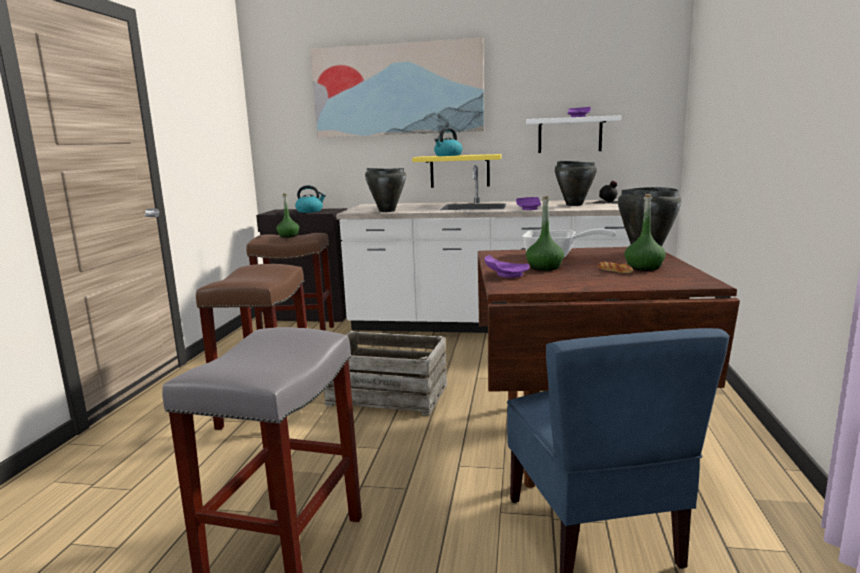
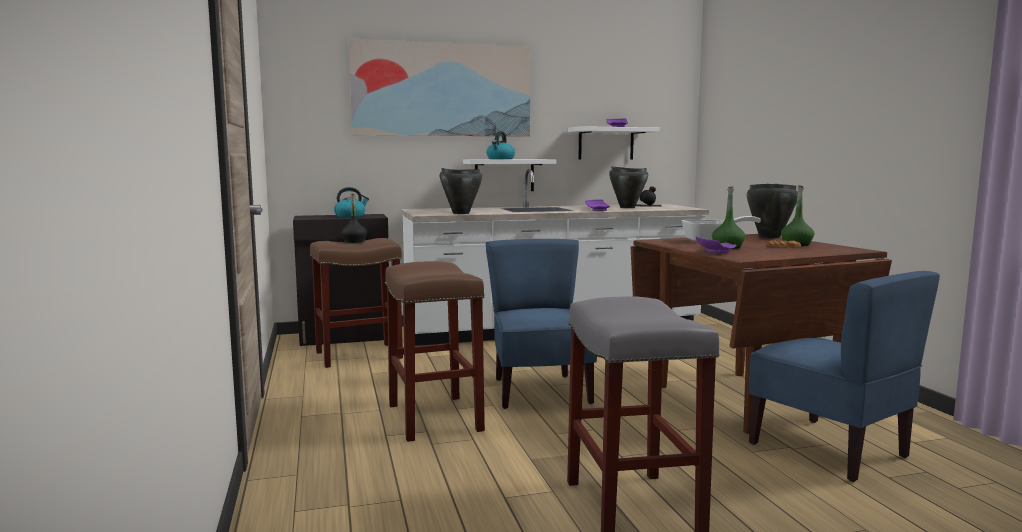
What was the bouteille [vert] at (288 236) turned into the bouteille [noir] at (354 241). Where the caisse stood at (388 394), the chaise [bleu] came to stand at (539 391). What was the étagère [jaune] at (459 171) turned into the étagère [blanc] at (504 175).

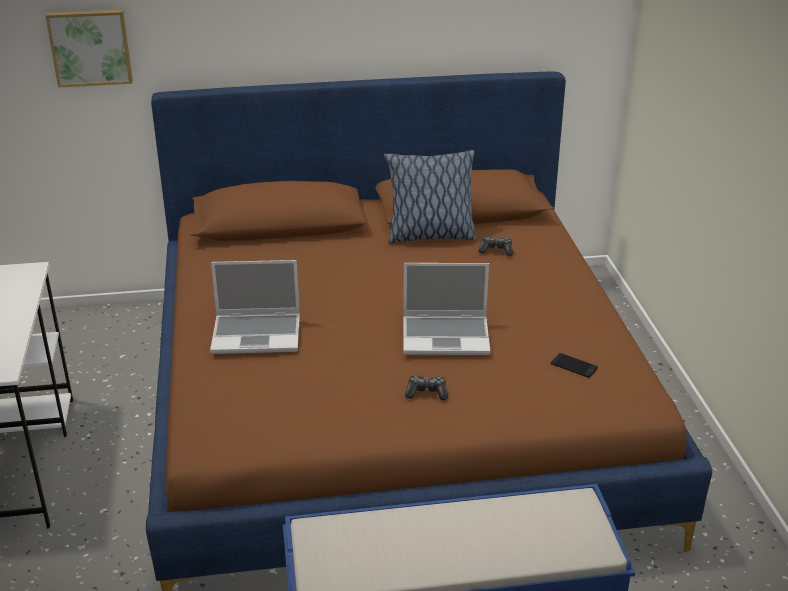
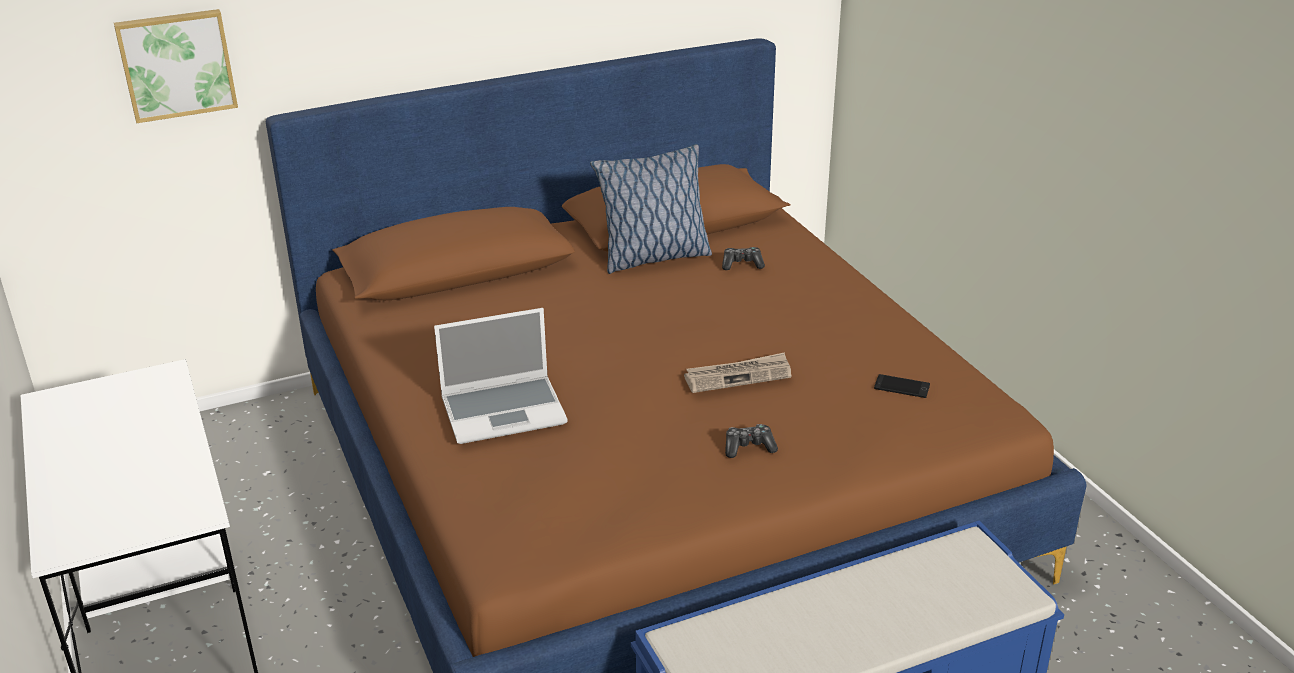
Where the ordinateur portable stood at (446 336), the journal came to stand at (738 376).

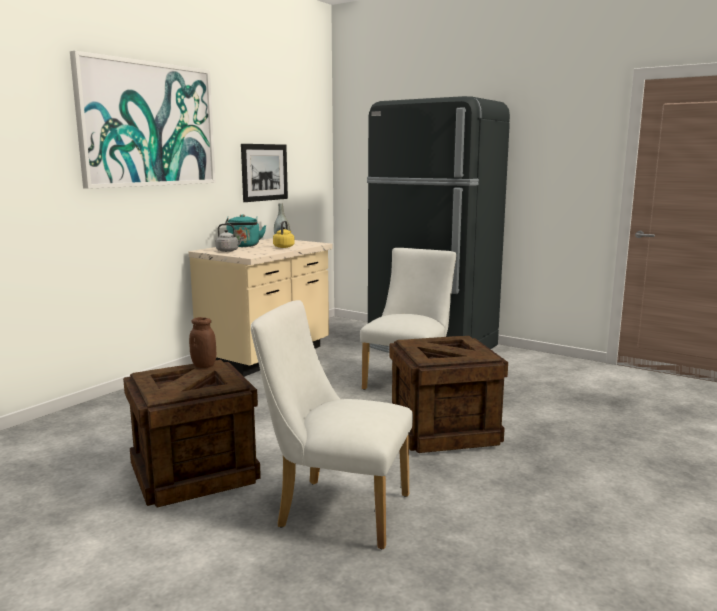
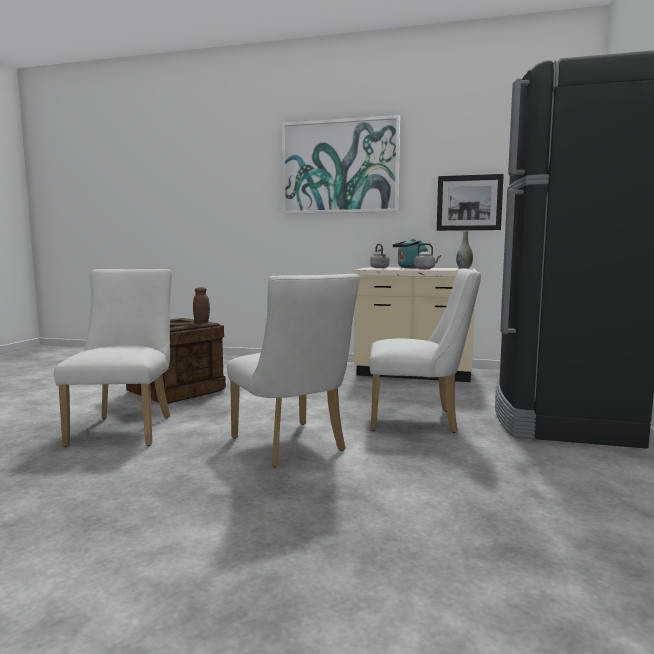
What was the bouilloire [jaune] at (284 247) turned into the bouilloire [gris] at (425 269). Where the caisse stood at (445 432), the chaise [blanc] came to stand at (292 447).

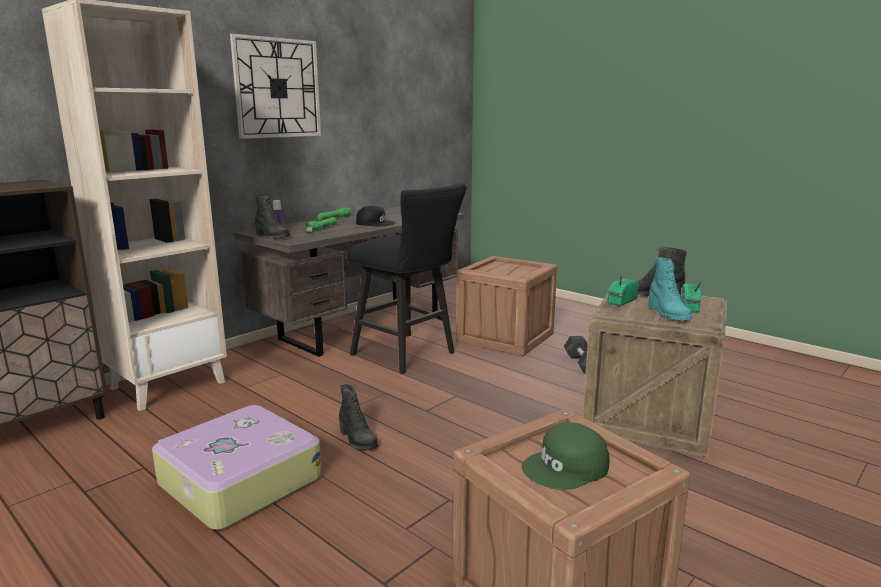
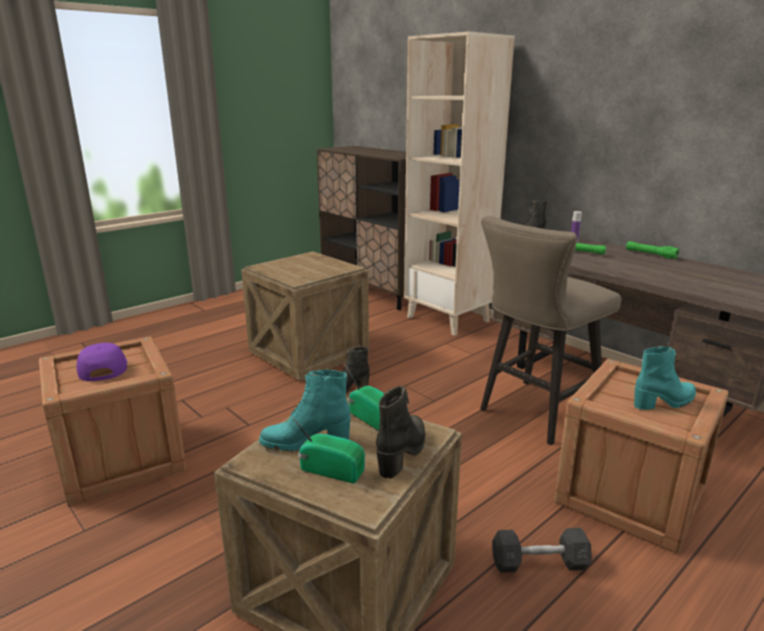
Where the valise stood at (238 481), the caisse came to stand at (307 353). The second view lost the horloge murale at (277 88). What was the tabouret [noir] at (408 355) turned into the tabouret [beige] at (534 414). The second view lost the casquette [noir] at (375 223). What was the casquette [vert] at (566 467) turned into the casquette [violet] at (102 368). The second view gained the botte [turquoise] at (664 402).

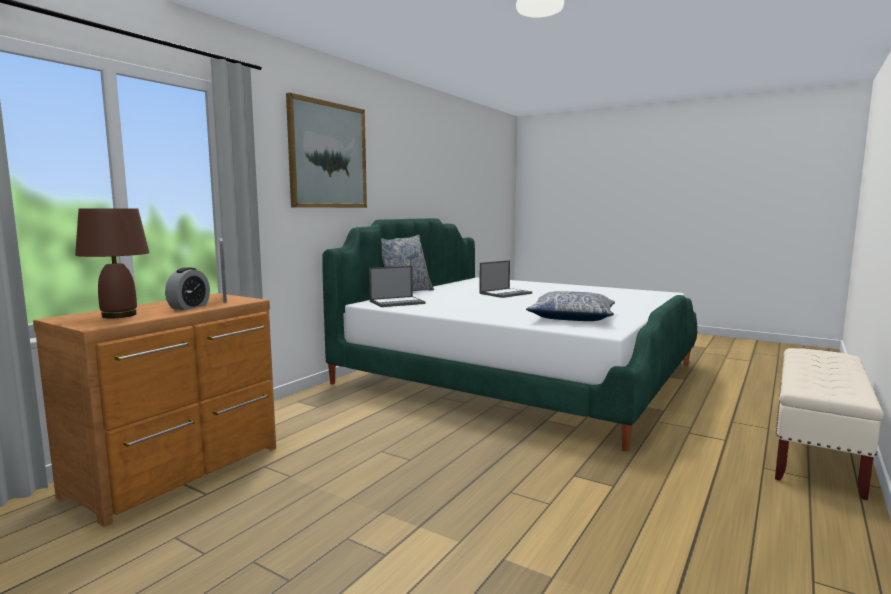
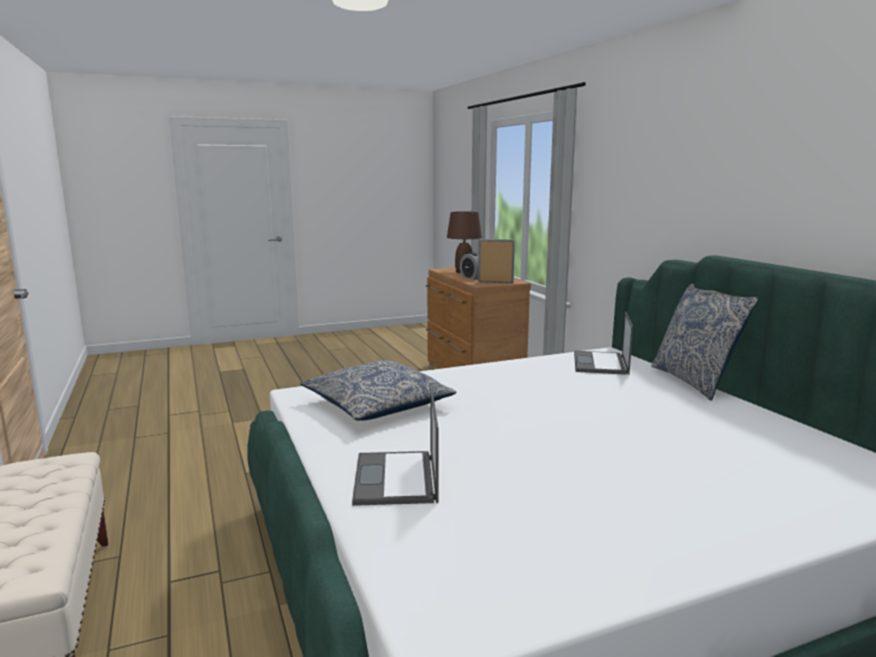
The second view lost the tableau at (328 155). The ordinateur portable ended up elsewhere, having gone from (506 293) to (396 479).

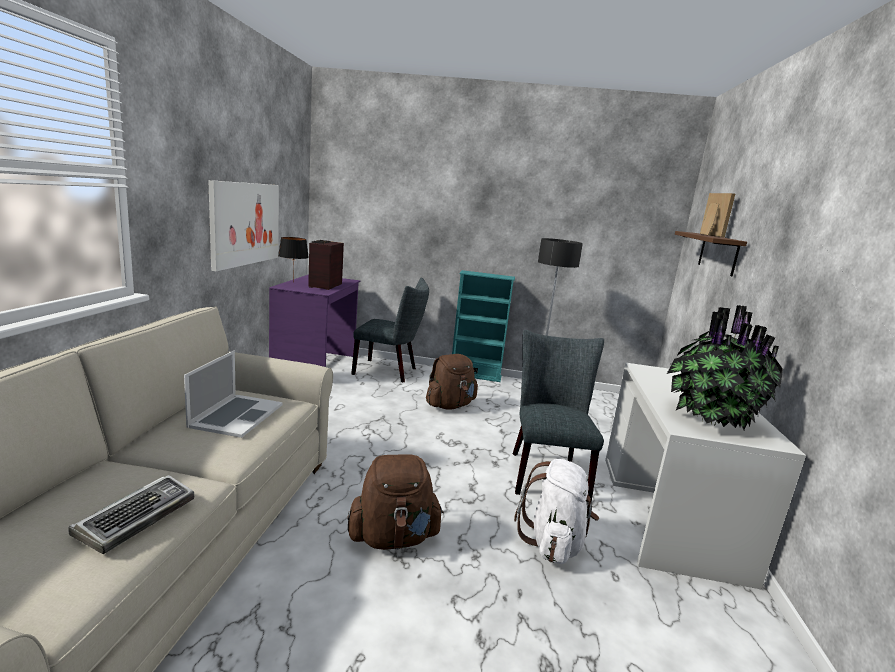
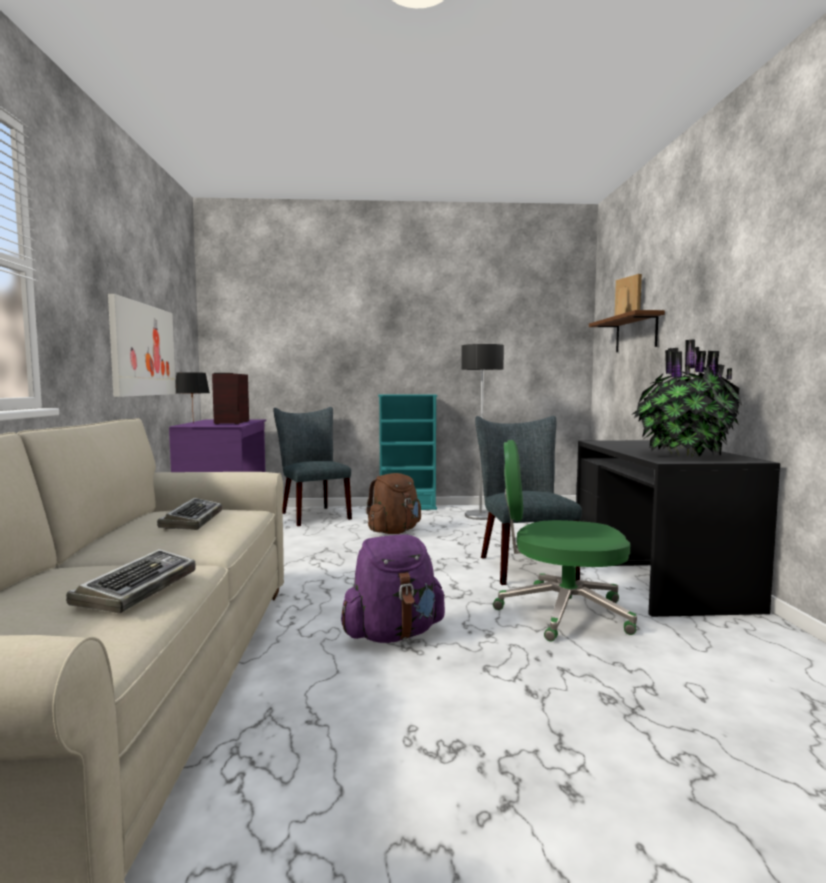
Where the ordinateur portable stood at (236 415), the clavier came to stand at (192 520). What was the sac à dos [marron] at (393 538) turned into the sac à dos [violet] at (393 634). The chaise [gris] at (389 371) ended up facing another way, 120 degrees counterclockwise from before. Where the sac à dos [blanc] stood at (554 542), the chaise de bureau [vert] came to stand at (561 613). What was the bureau [blanc] at (669 513) turned into the bureau [noir] at (656 577).

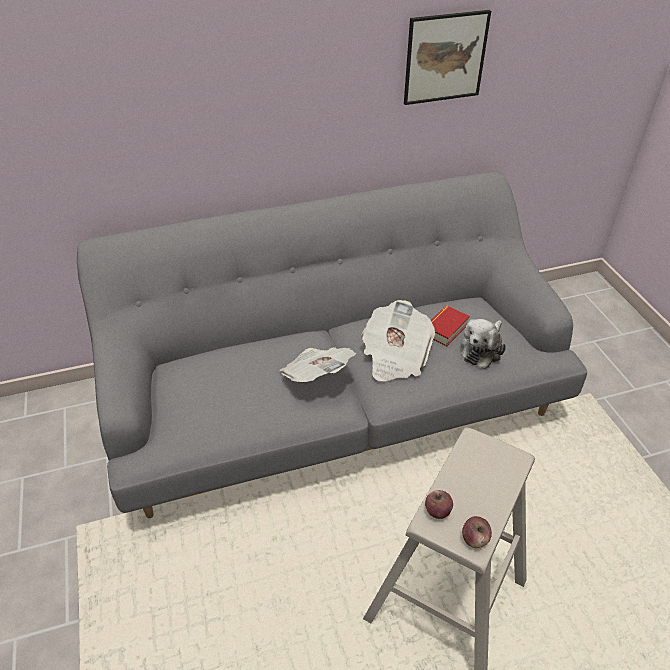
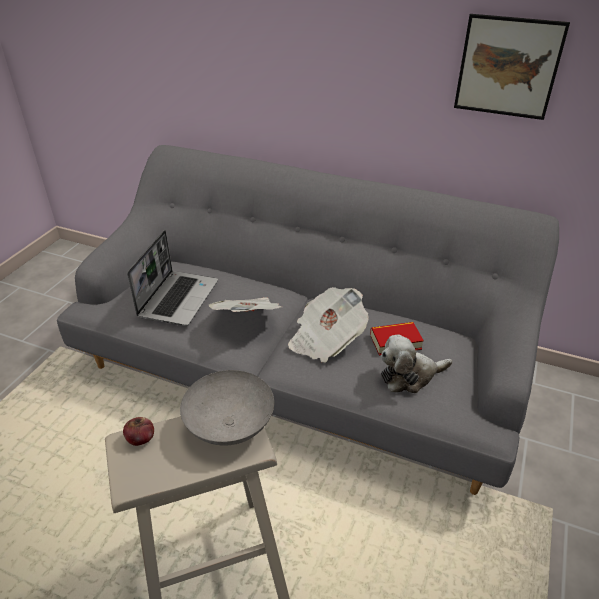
The second view lost the pomme at (474 539). The second view gained the ordinateur portable at (178 298). The second view gained the bol [gris] at (229 427).

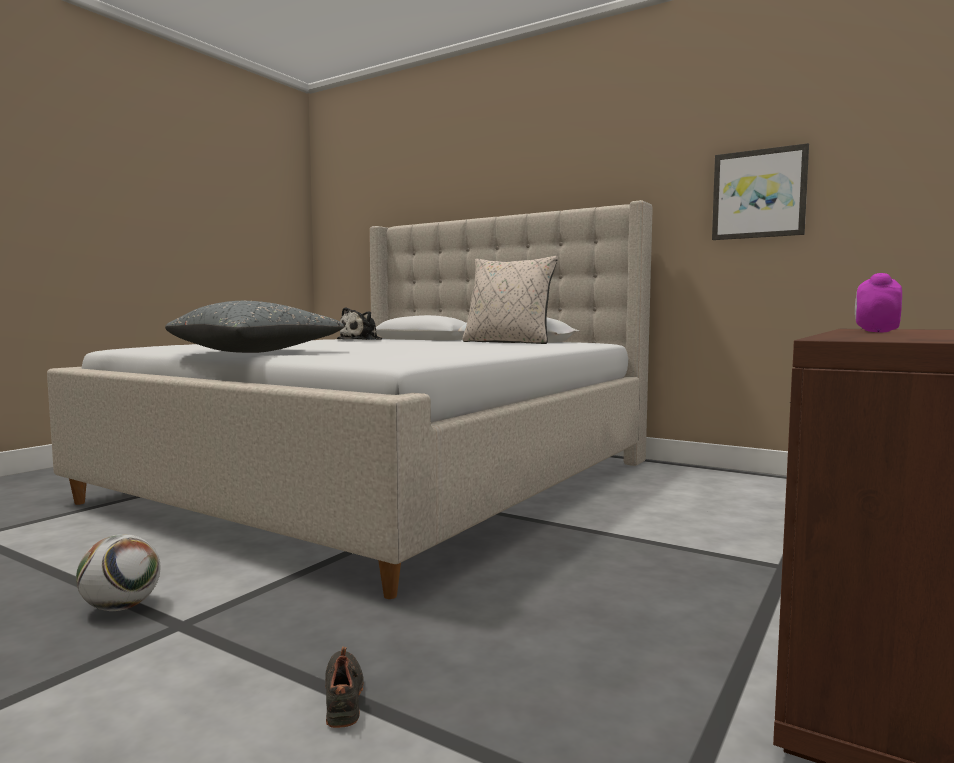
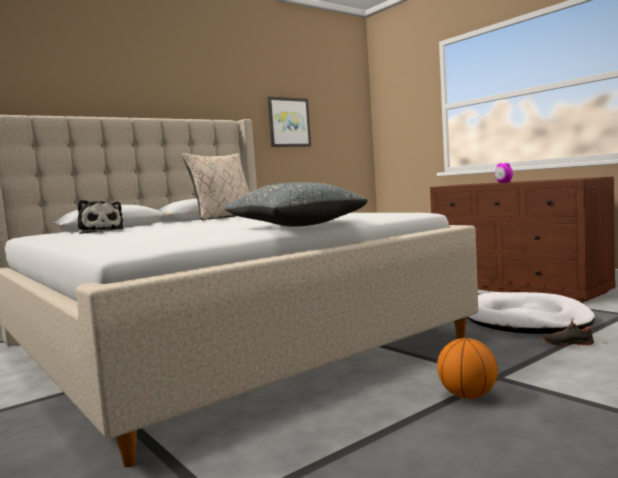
Where the ballon de foot stood at (121 607), the ballon de basket came to stand at (467 396). The second view gained the panier pour chien [blanc] at (525 319).

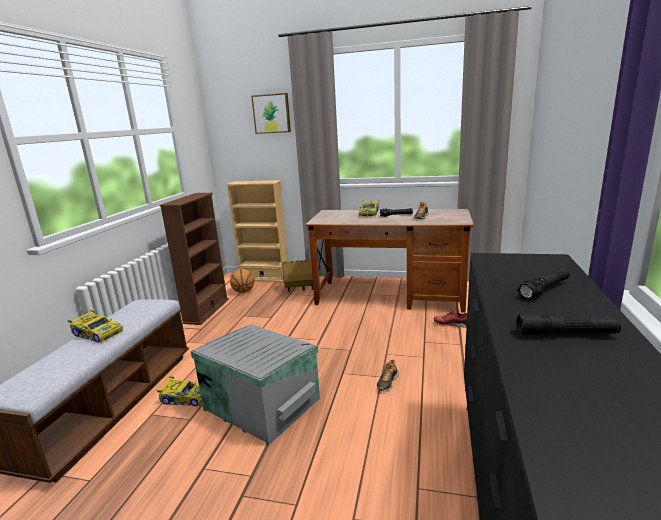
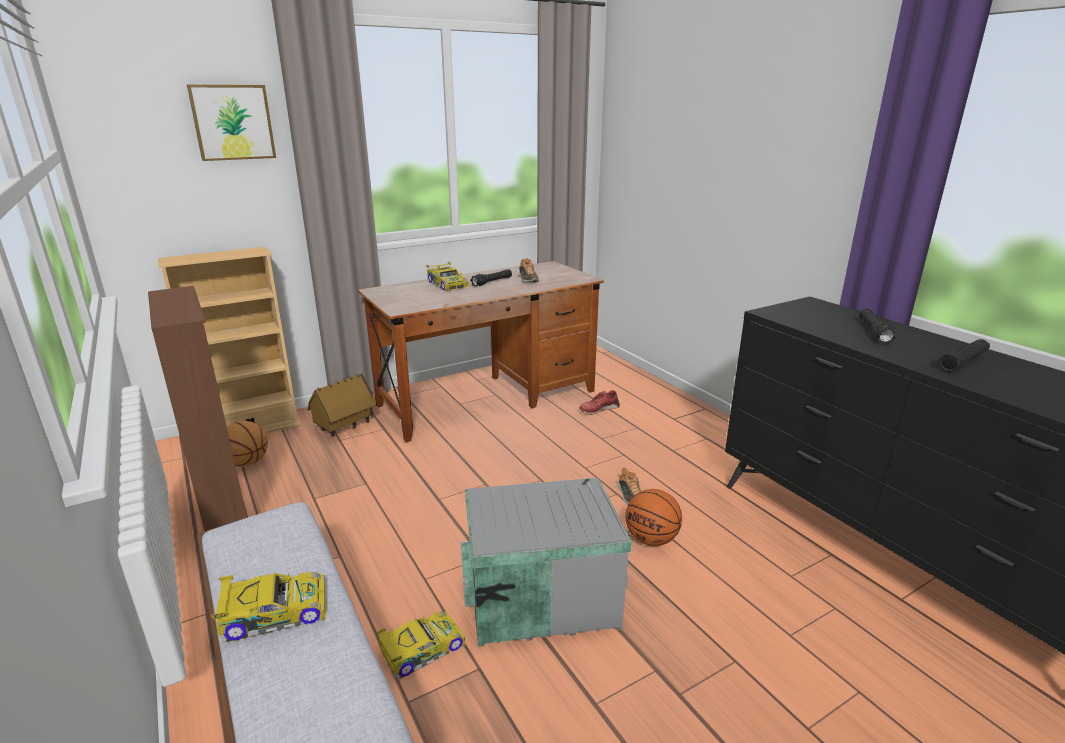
The second view gained the ballon de basket at (651 539).

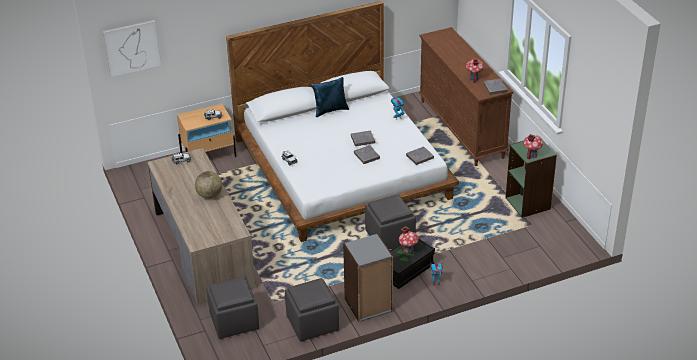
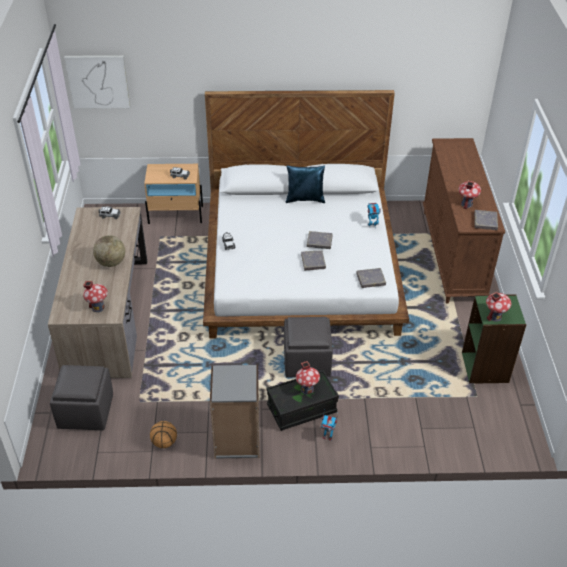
Where the pouf [gris] stood at (312 323), the ballon de basket came to stand at (164 442). The second view gained the maison miniature at (98 307).

